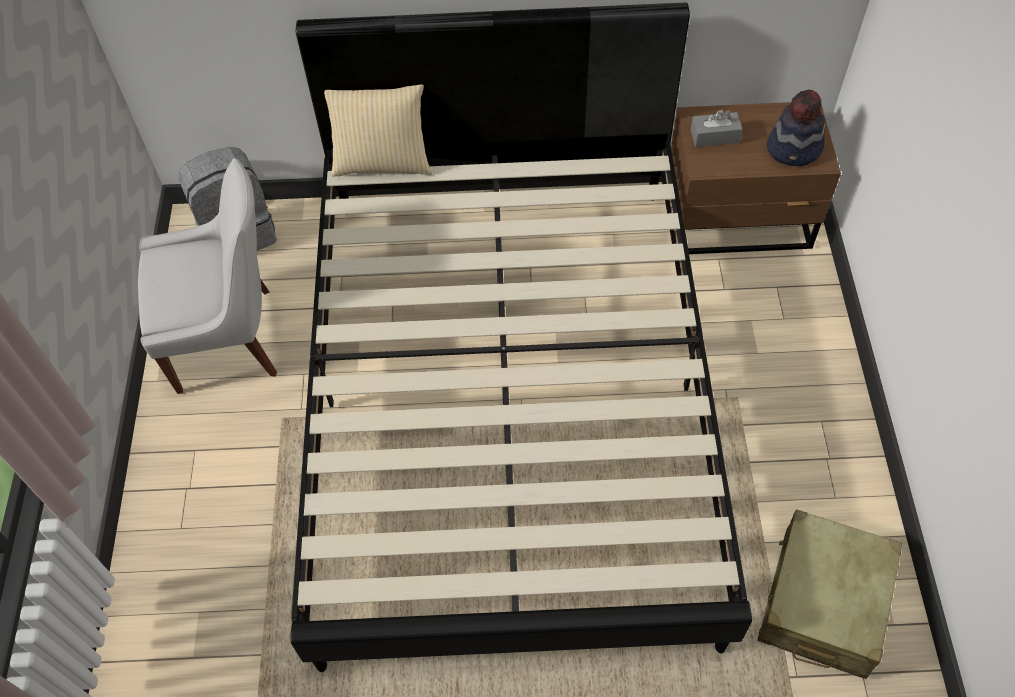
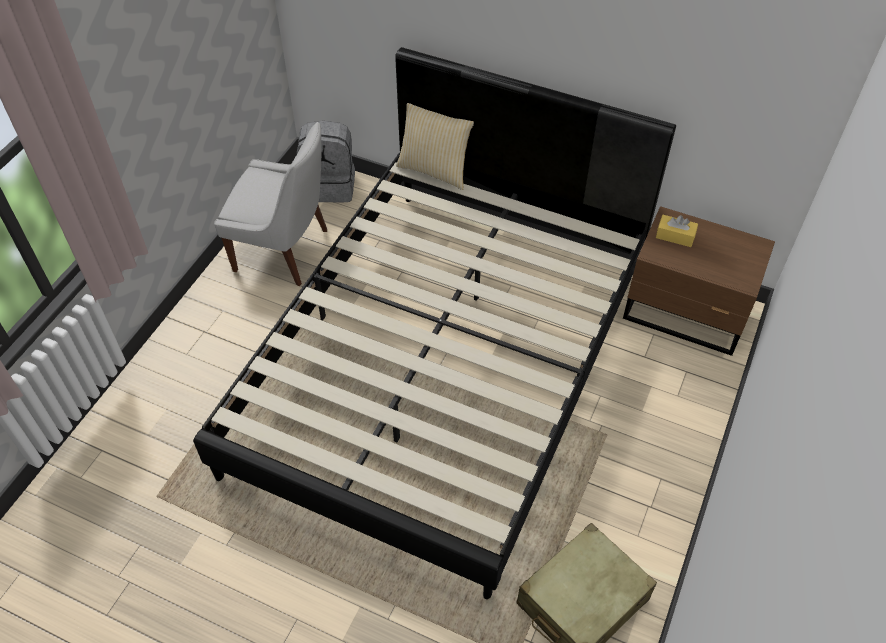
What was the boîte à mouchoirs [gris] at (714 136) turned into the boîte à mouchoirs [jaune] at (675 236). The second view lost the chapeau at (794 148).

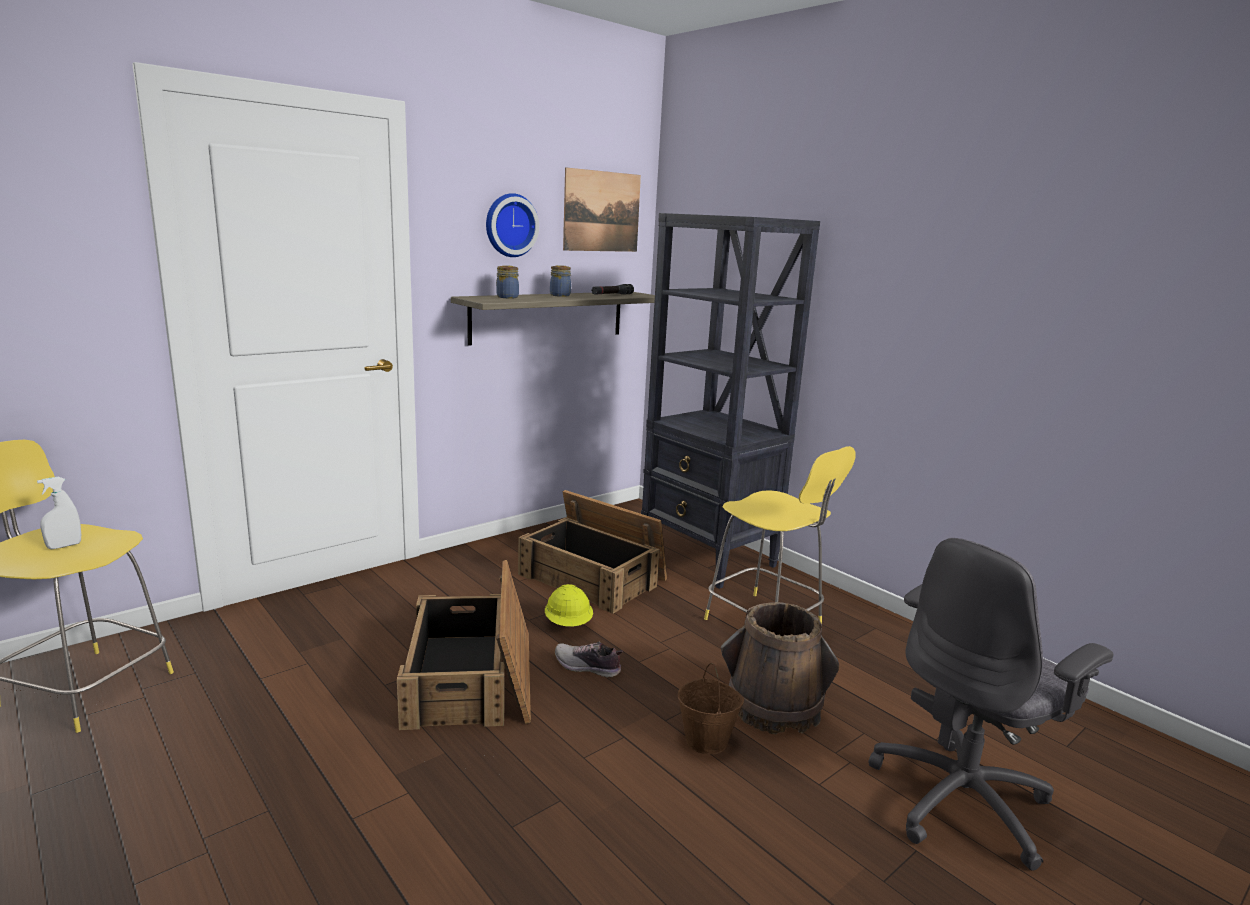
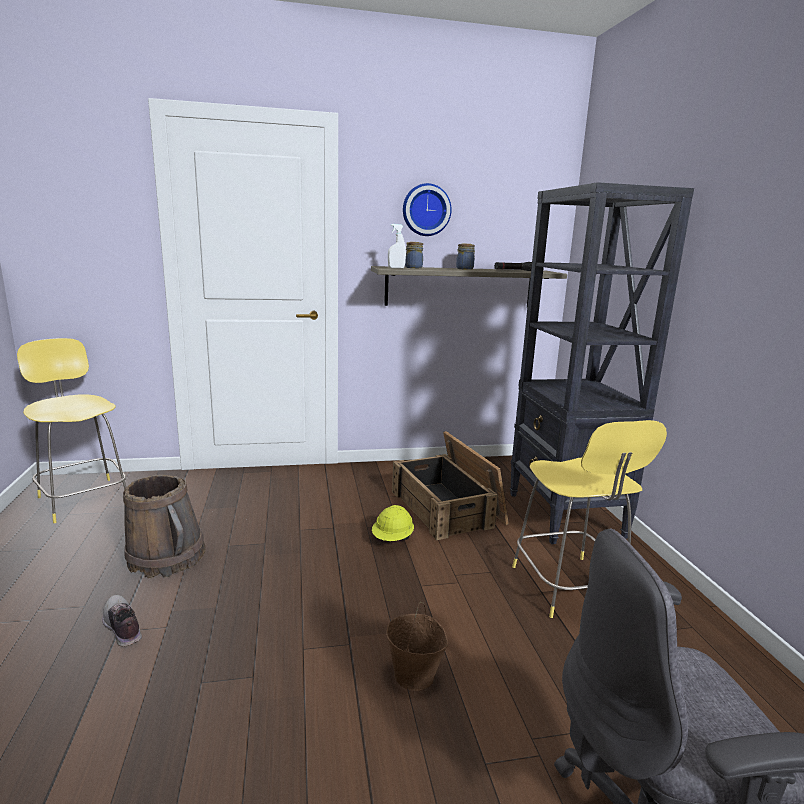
The vaporisateur [blanc] ended up elsewhere, having gone from (64 546) to (396 268). The second view lost the caisse at (472 678). The chaussure ended up elsewhere, having gone from (587 667) to (122 627). The second view lost the tableau at (602 211). The seau [marron] ended up elsewhere, having gone from (773 706) to (166 557).

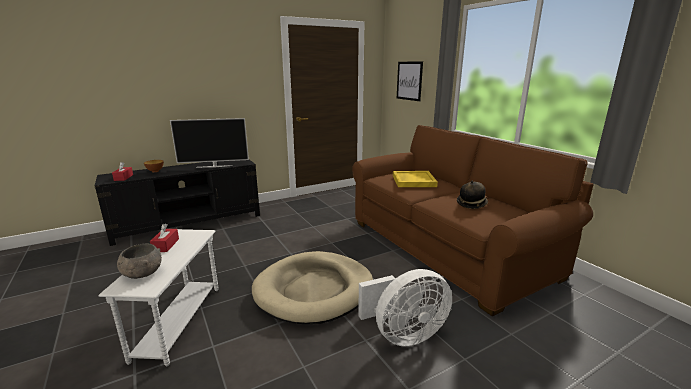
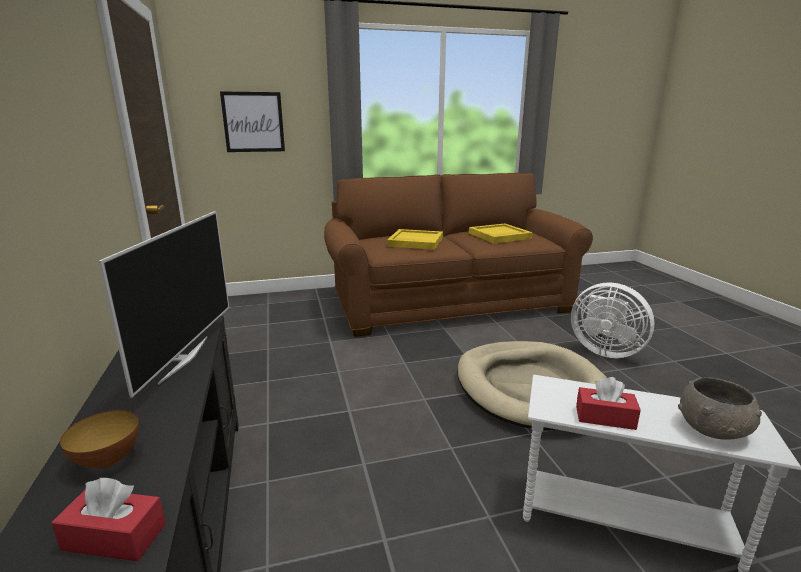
The ventilateur [blanc] at (403 334) ended up facing another way, 135 degrees clockwise from before. Where the chapeau stood at (471 204), the plateau [jaune] came to stand at (499 236).

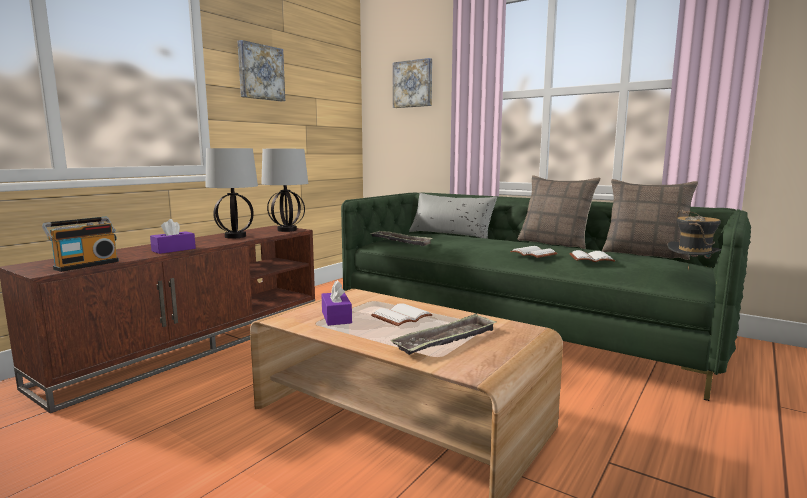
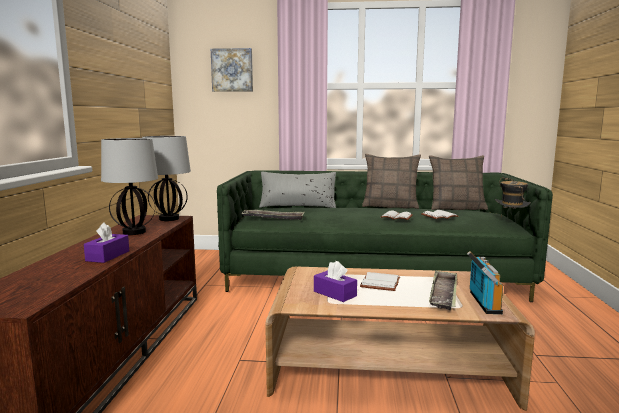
The radio ended up elsewhere, having gone from (86 265) to (482 302). The second view lost the tableau at (260 72).

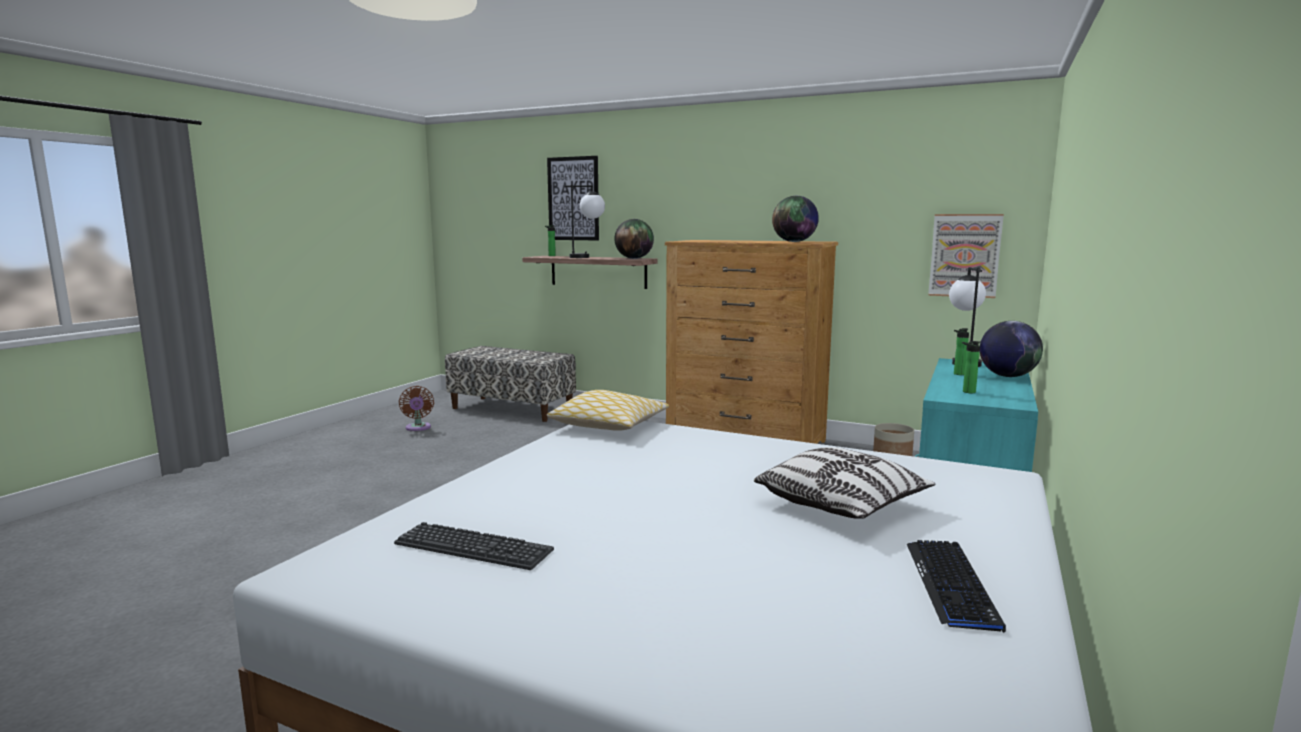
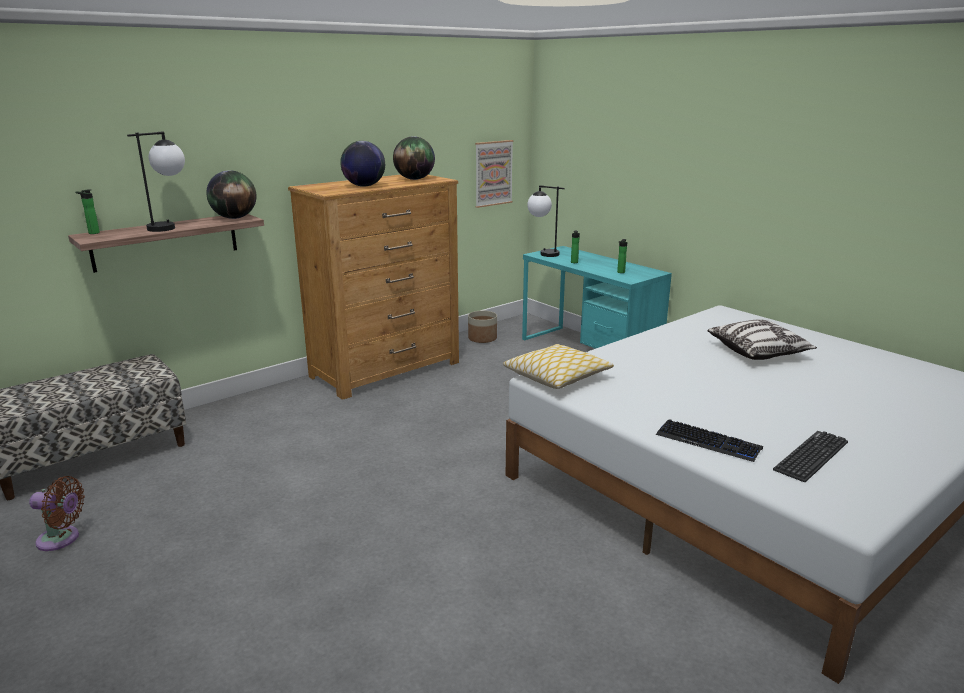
The second view lost the tableau at (573 199). The clavier ended up elsewhere, having gone from (951 584) to (708 442). The globe ended up elsewhere, having gone from (1007 376) to (364 186).

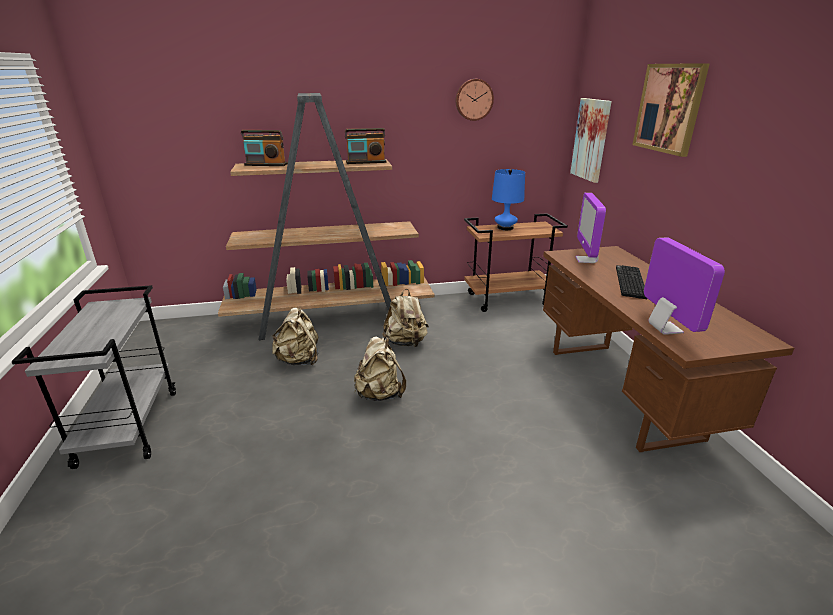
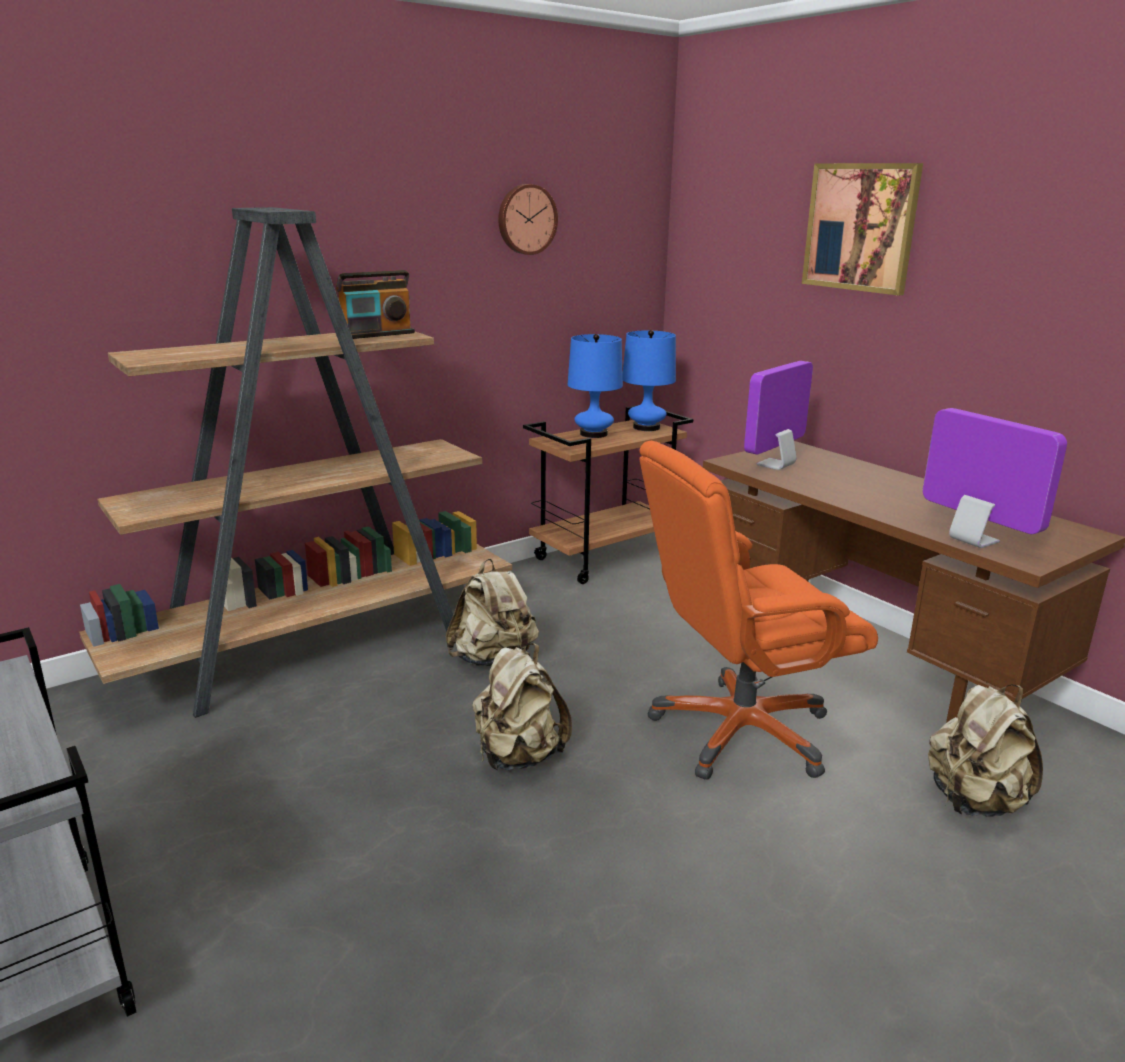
The second view lost the radio at (266 164). The sac à dos [beige] ended up elsewhere, having gone from (299 360) to (974 802). The second view lost the tableau at (591 139). The écran d'ordinateur at (586 260) ended up facing another way, 60 degrees clockwise from before. The second view lost the clavier at (628 282). The second view gained the lampe de table [bleu] at (646 427). The second view gained the chaise de bureau [orange] at (740 732).

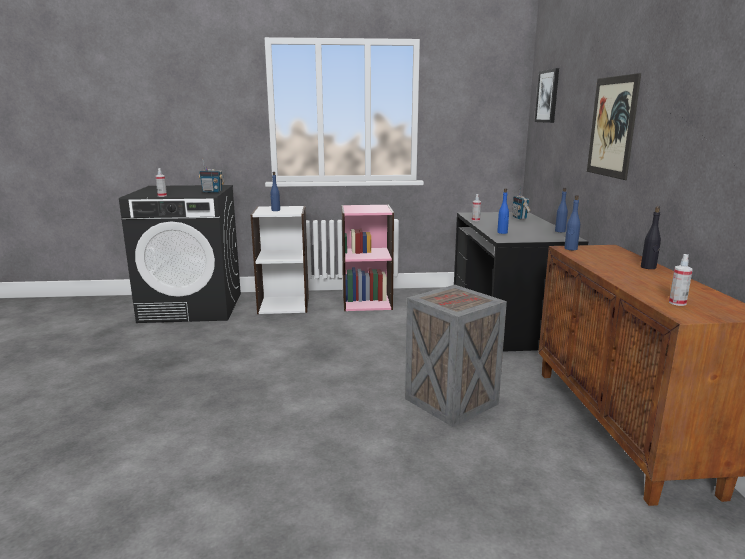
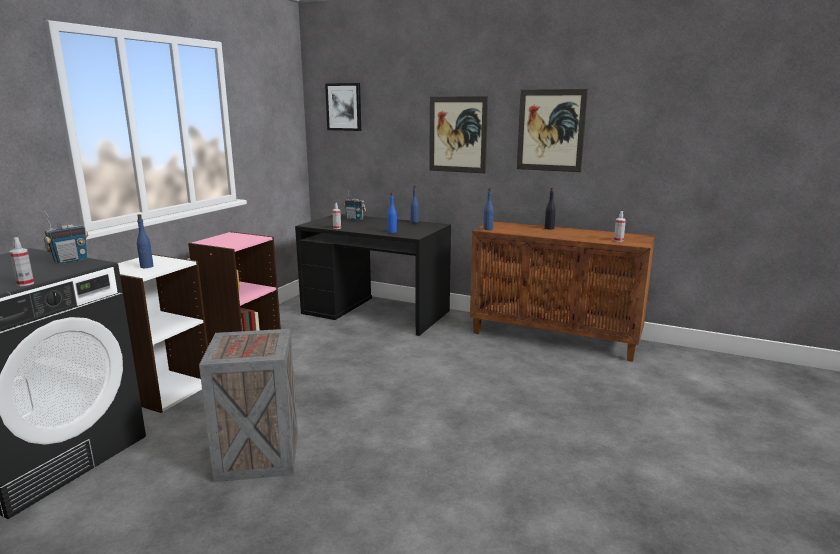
The caisse ended up elsewhere, having gone from (453 401) to (260 454). The second view gained the tableau at (550 130).

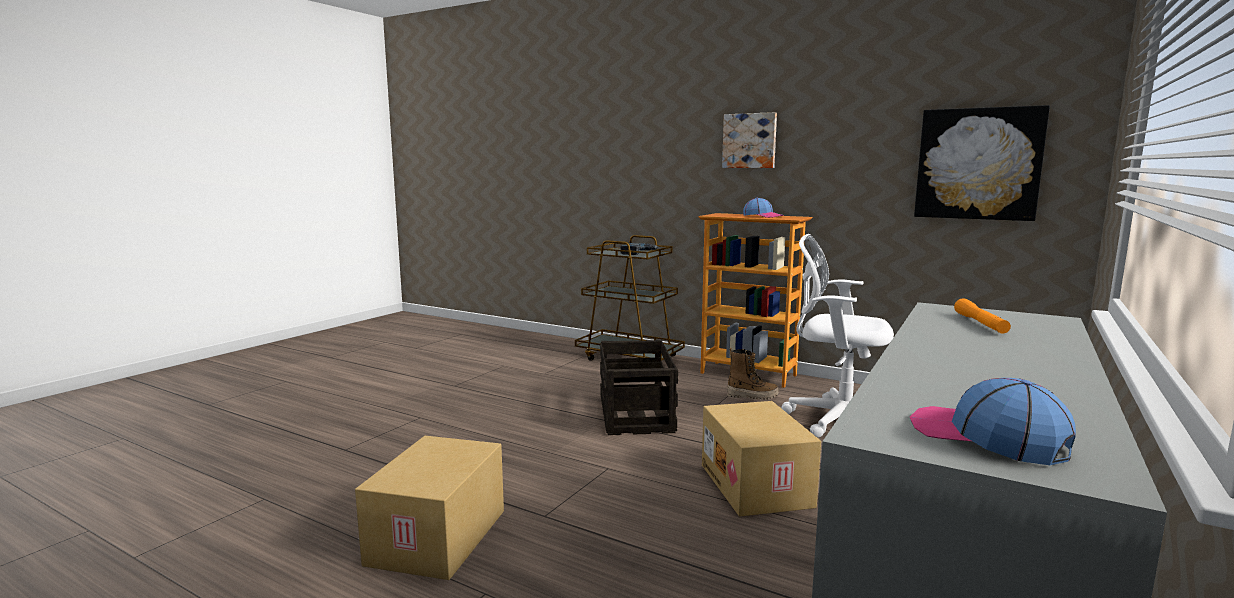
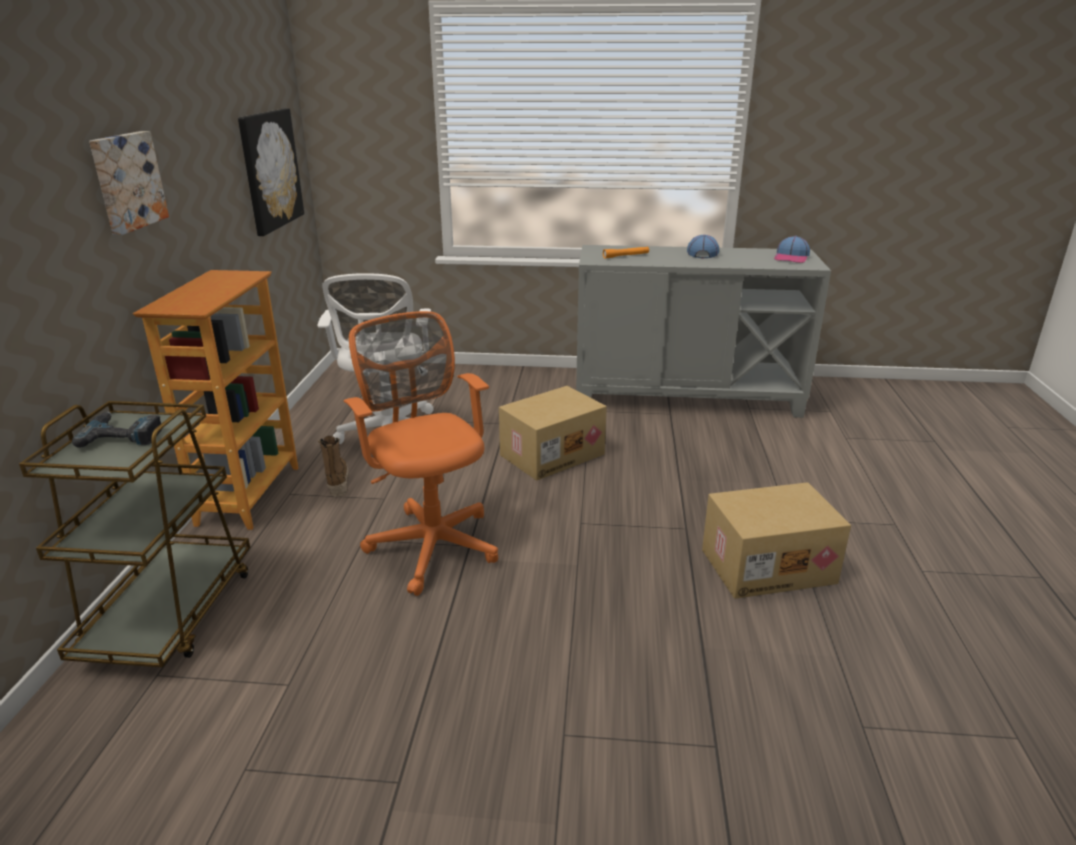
Where the caisse stood at (636 413), the chaise de bureau [orange] came to stand at (432 542). The casquette ended up elsewhere, having gone from (763 216) to (702 253).

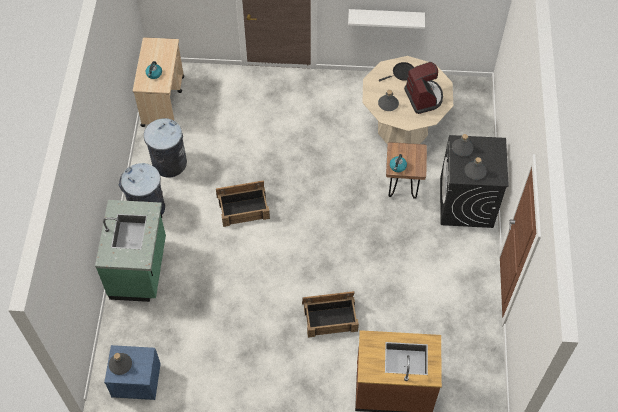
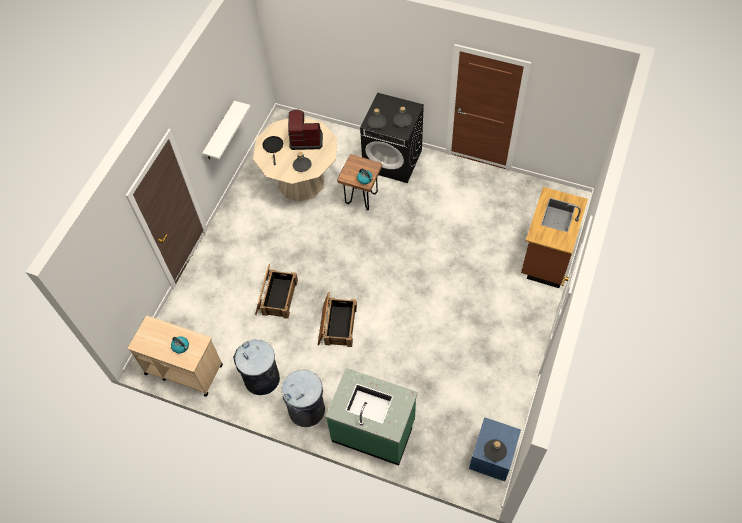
The caisse ended up elsewhere, having gone from (330 316) to (276 296).

